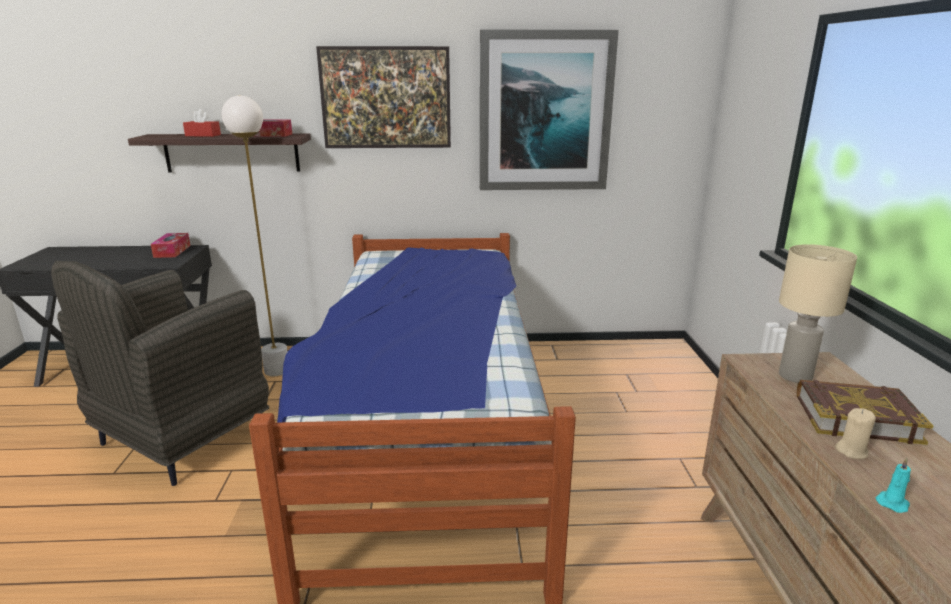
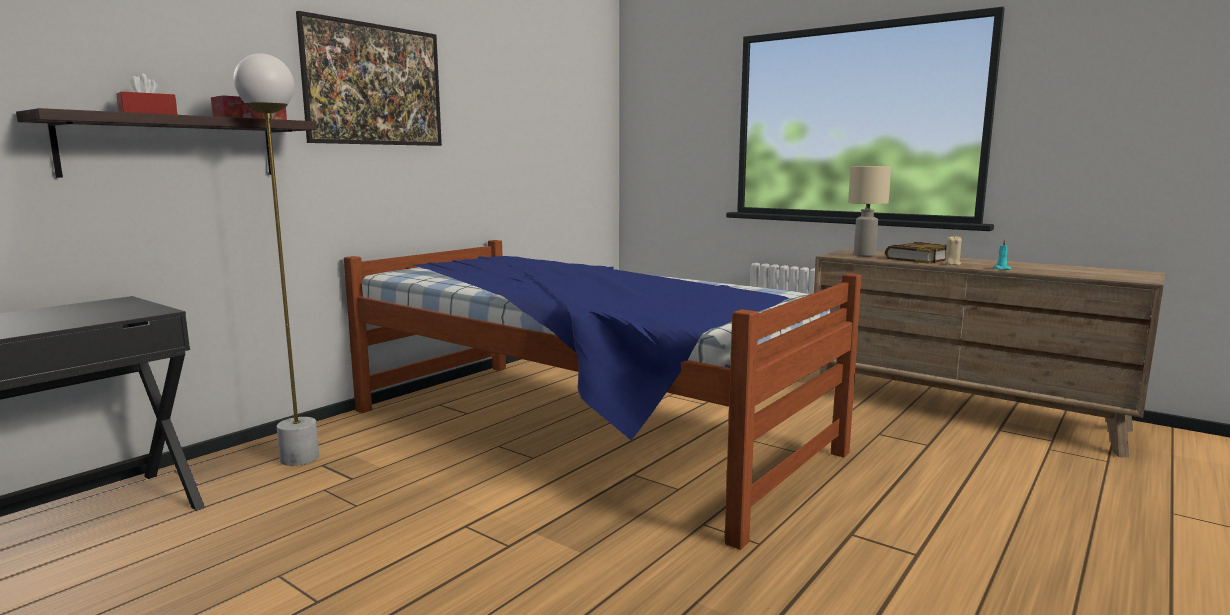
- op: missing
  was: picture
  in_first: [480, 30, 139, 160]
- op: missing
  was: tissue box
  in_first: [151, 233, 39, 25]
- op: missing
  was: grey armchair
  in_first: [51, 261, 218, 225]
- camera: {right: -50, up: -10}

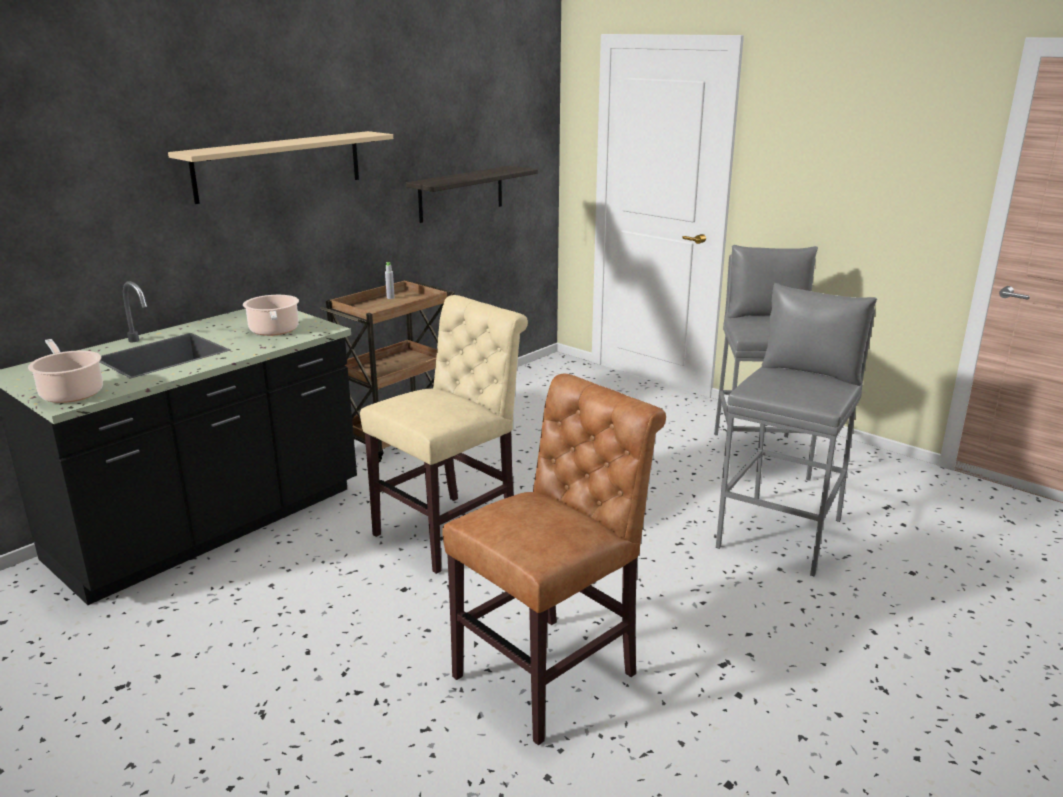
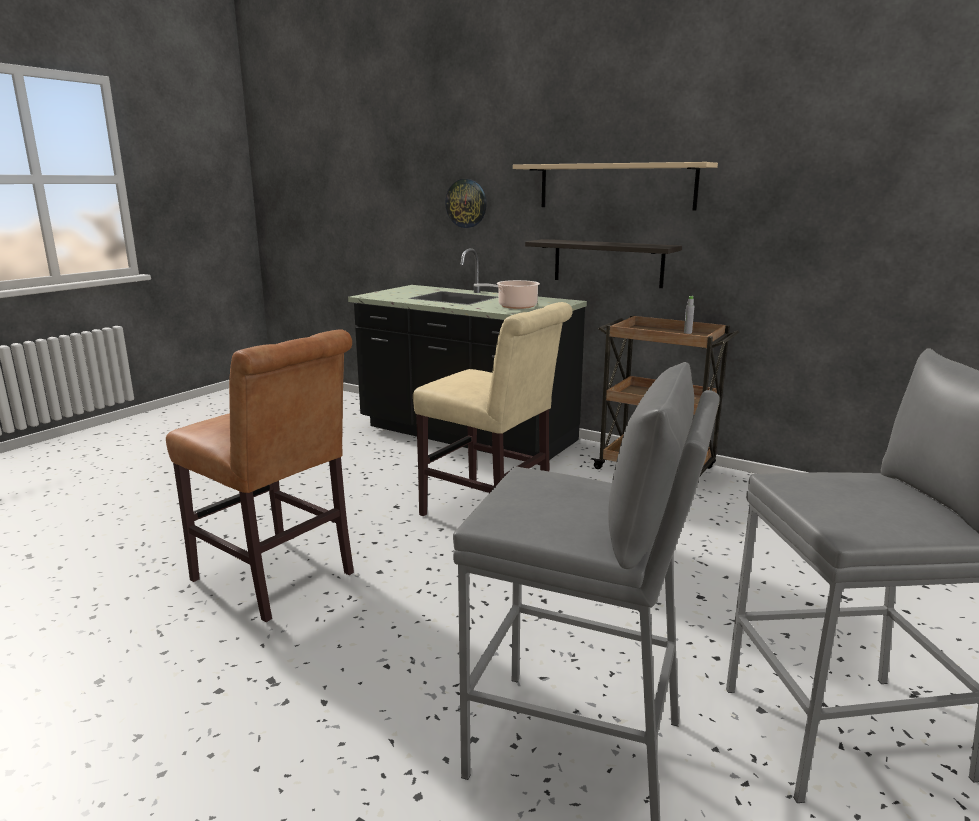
- op: relocated
  was: shelf
  in_first: [406, 166, 132, 57]
  in_second: [525, 239, 157, 49]
- op: missing
  was: cooking pot
  in_first: [28, 339, 75, 64]
- op: appeared
  now: wall clock
  in_second: [445, 179, 42, 49]
- camera: {right: 80, up: -5}

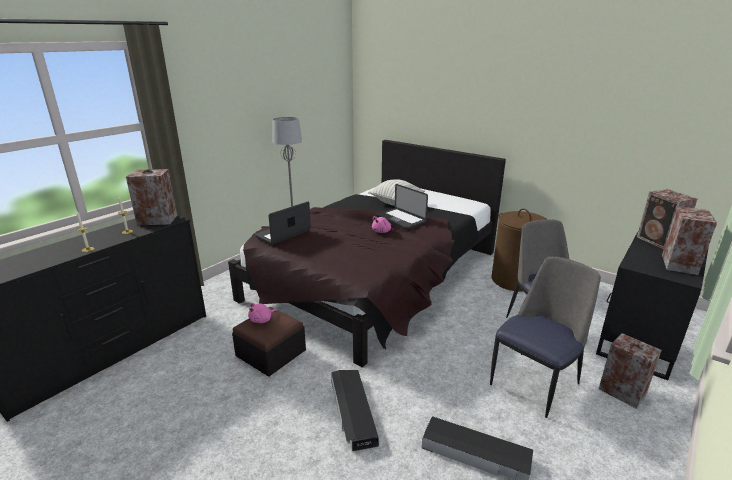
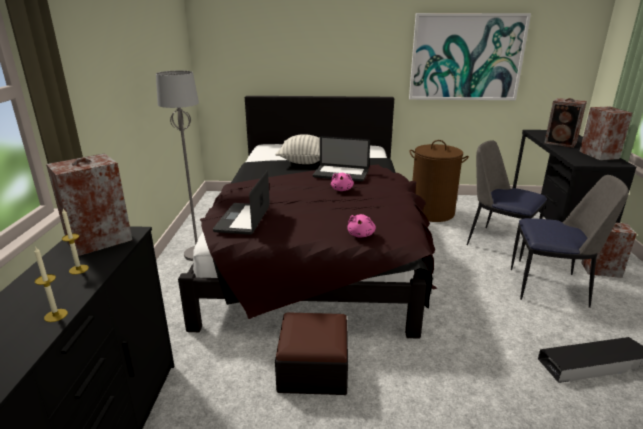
- op: spun
  was: chair
  in_first: [490, 256, 111, 162]
  in_second: [511, 175, 118, 133]
  clockwise: 90
- op: relocated
  was: pink plush toy
  in_first: [248, 303, 30, 20]
  in_second: [348, 214, 28, 23]
- op: missing
  was: black storage box
  in_first: [331, 370, 48, 81]
- op: appeared
  now: picture
  in_second: [409, 13, 122, 87]
- camera: {right: -35, up: 0}

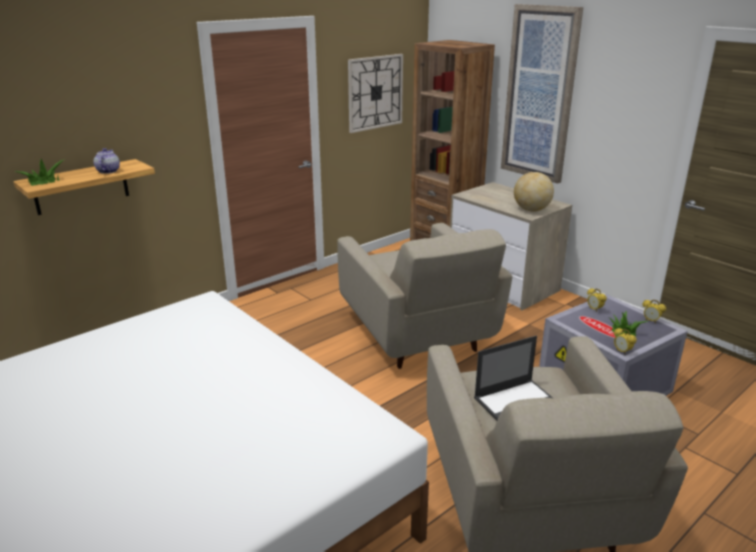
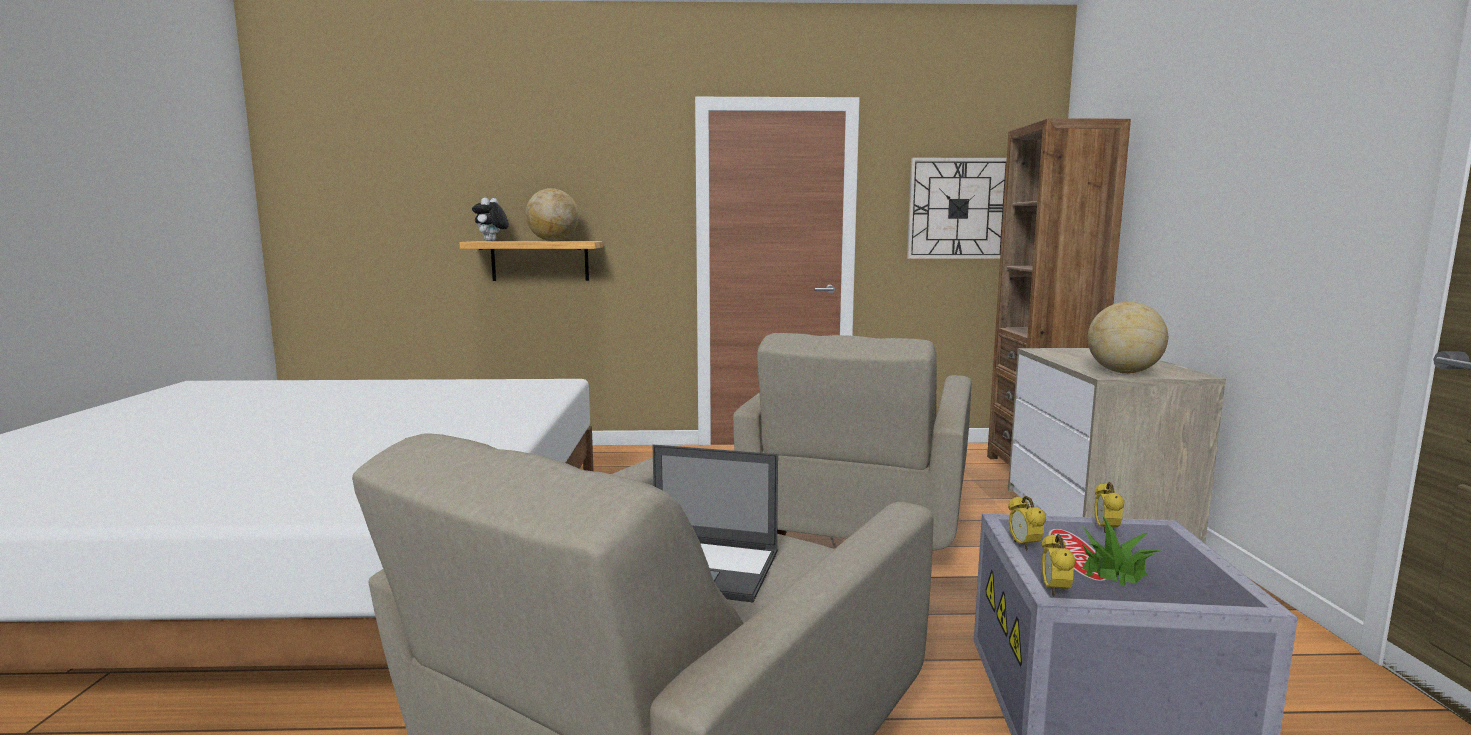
- op: missing
  was: picture
  in_first: [501, 4, 82, 180]
- op: exchanged
  was: teapot
  now: globe
  in_first: [94, 148, 26, 26]
  in_second: [525, 188, 54, 53]
- op: exchanged
  was: potted plant
  now: plush toy
  in_first: [15, 158, 50, 28]
  in_second: [472, 198, 37, 43]
- op: relocated
  was: alarm clock
  in_first: [642, 299, 24, 24]
  in_second: [1008, 496, 38, 54]
- camera: {right: 40, up: -15}

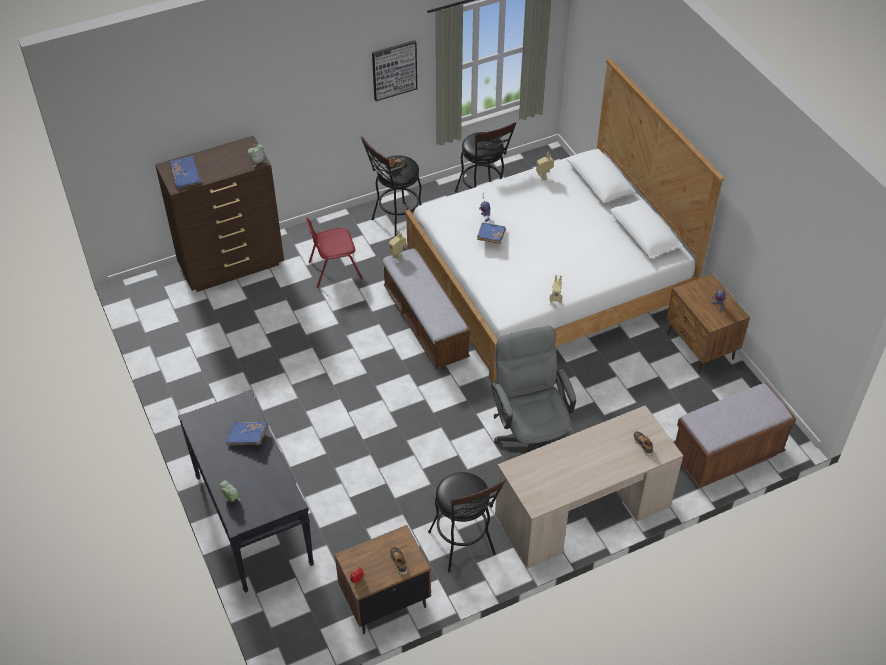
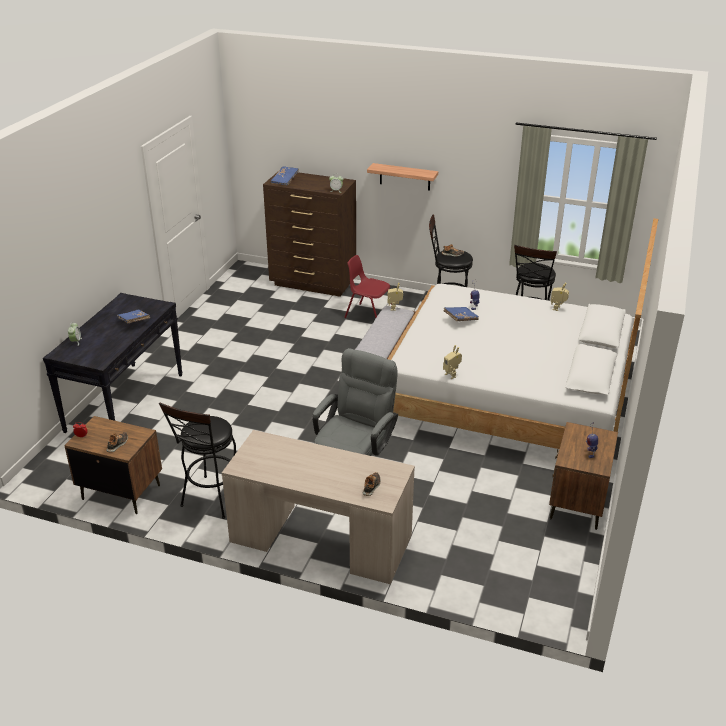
- op: missing
  was: picture
  in_first: [372, 40, 45, 61]
- op: missing
  was: brown bench
  in_first: [675, 383, 122, 105]
- op: appeared
  now: shelf
  in_second: [367, 163, 71, 28]
- camera: {right: 45, up: -15}

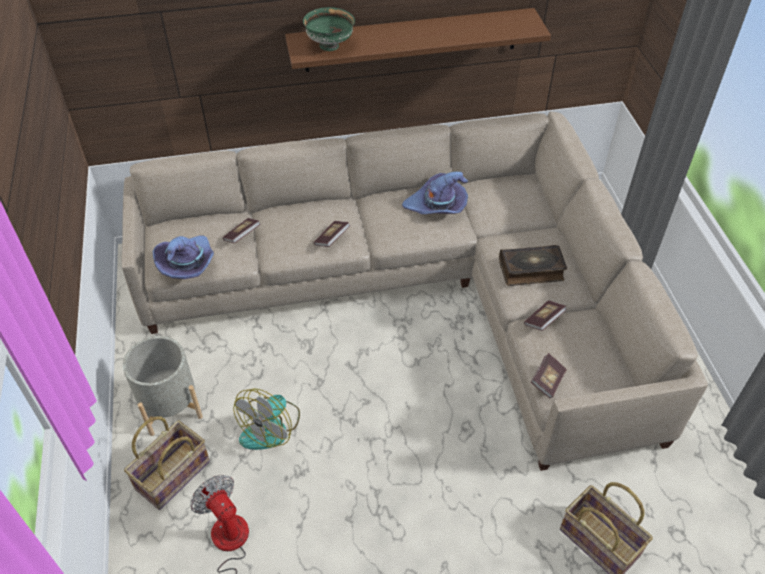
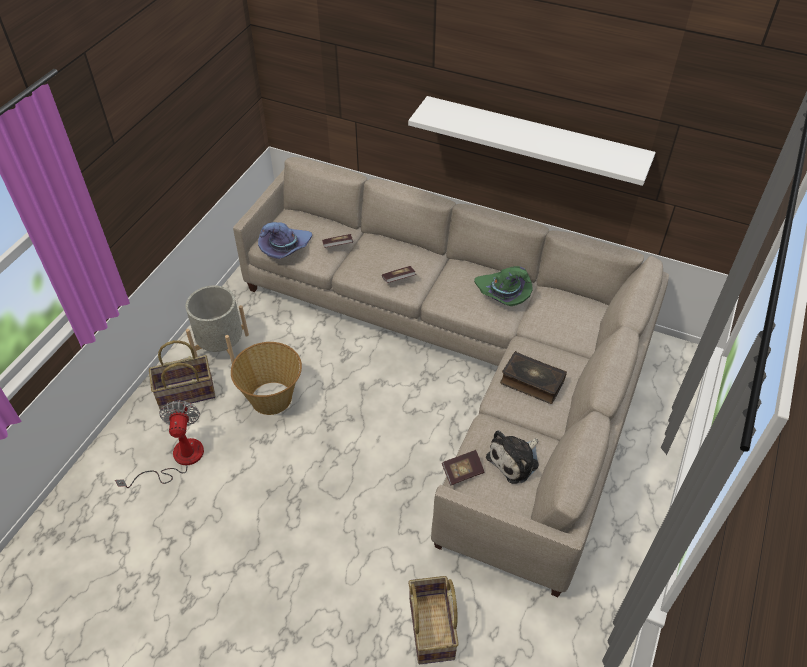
- op: missing
  was: green bowl
  in_first: [303, 7, 52, 44]
- op: colour
  was: brown shelf
  now: white shelf
  in_first: [285, 8, 266, 64]
  in_second: [408, 96, 248, 90]
- op: colour
  was: purple hat
  now: green hat
  in_first: [402, 172, 66, 42]
  in_second: [474, 266, 59, 40]
- op: missing
  was: book
  in_first: [524, 300, 43, 31]
- op: exchanged
  was: fan
  now: basket
  in_first: [234, 388, 66, 62]
  in_second: [231, 342, 71, 73]
- op: appeared
  now: plush toy
  in_second: [486, 430, 53, 54]
- camera: {right: 35, up: 0}

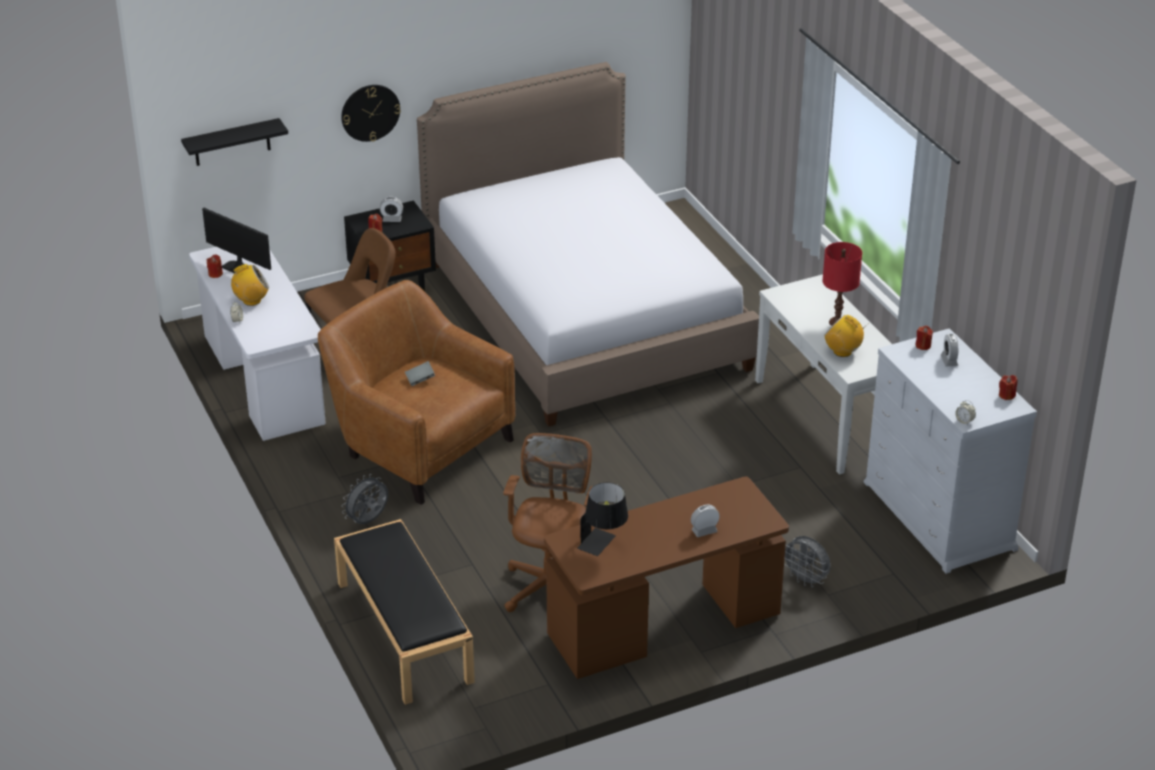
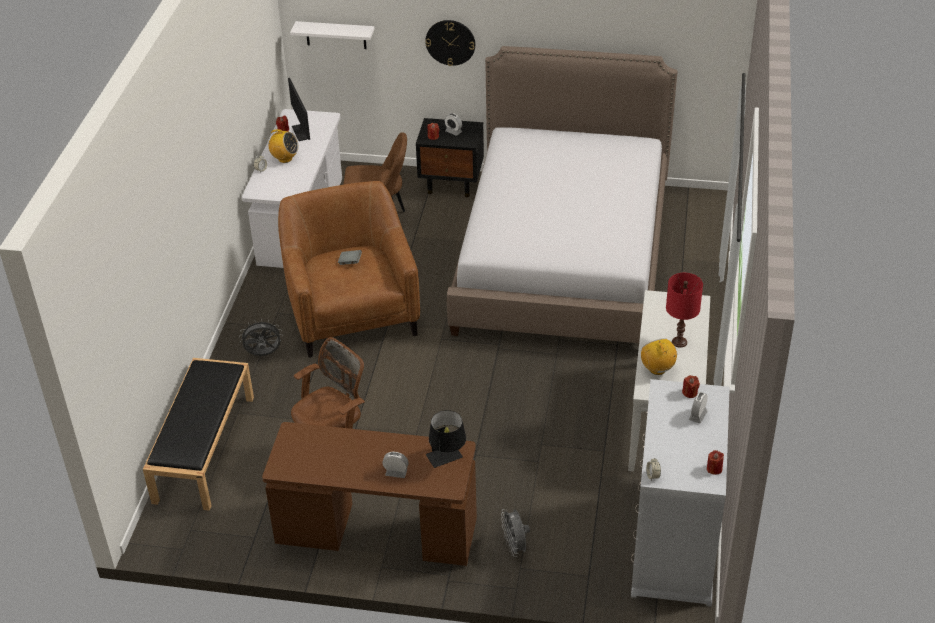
- op: colour
  was: black shelf
  now: white shelf
  in_first: [181, 118, 107, 48]
  in_second: [290, 21, 85, 28]
- op: relocated
  was: black table lamp
  in_first: [577, 482, 51, 74]
  in_second: [426, 410, 40, 58]
- camera: {right: 35, up: 5}

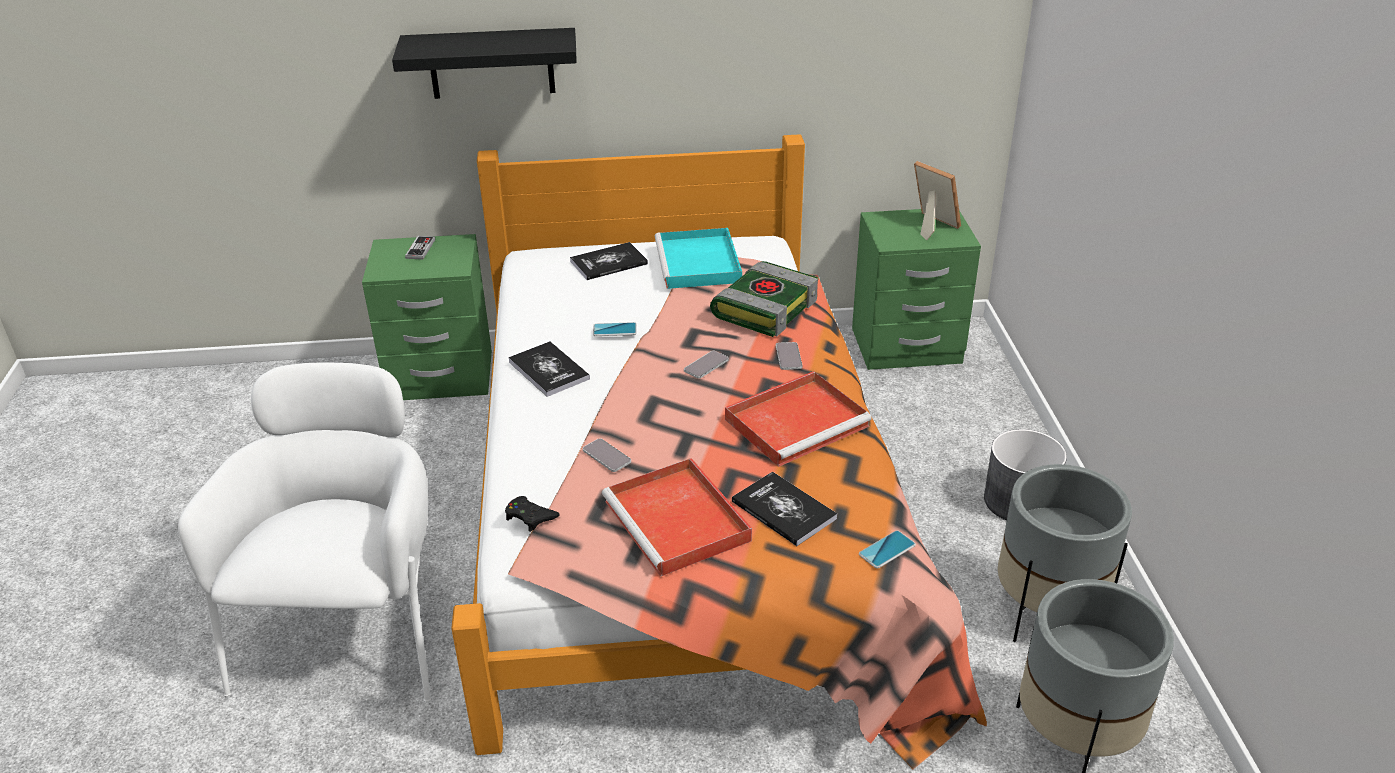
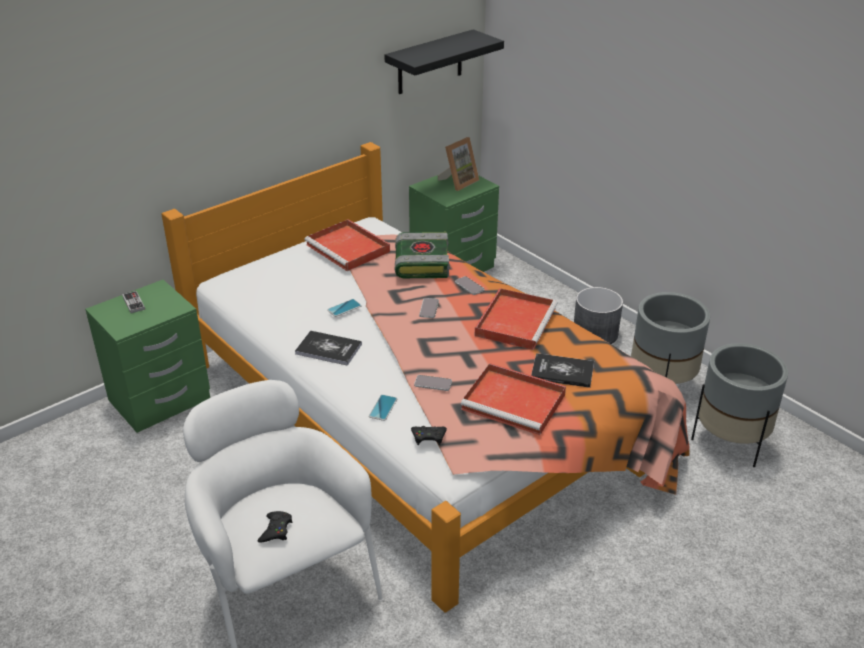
- op: relocated
  was: black shelf
  in_first: [392, 28, 185, 71]
  in_second: [384, 29, 120, 65]
- op: spun
  was: picture frame
  in_first: [914, 161, 47, 79]
  in_second: [438, 137, 41, 54]
  clockwise: 120
- op: colour
  was: turquoise tray
  now: red tray
  in_first: [655, 228, 87, 61]
  in_second: [305, 219, 85, 52]
- op: missing
  was: book
  in_first: [570, 242, 78, 38]
- op: relocated
  was: phone
  in_first: [859, 530, 57, 39]
  in_second: [369, 395, 28, 26]
- op: appeared
  now: black game controller
  in_second: [257, 511, 36, 31]
- camera: {right: -35, up: 0}

